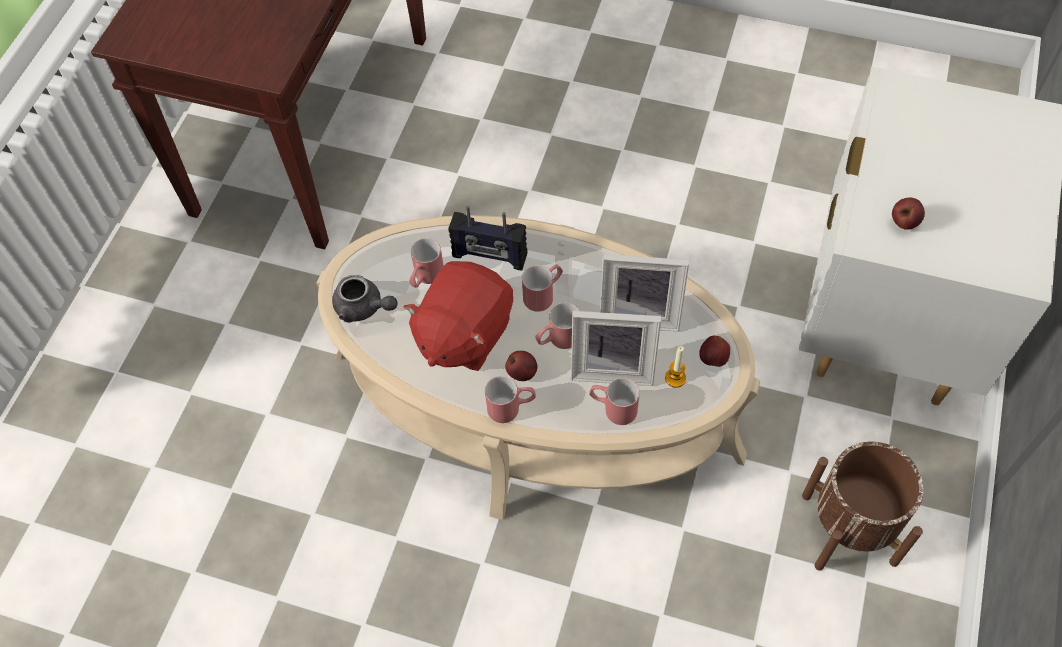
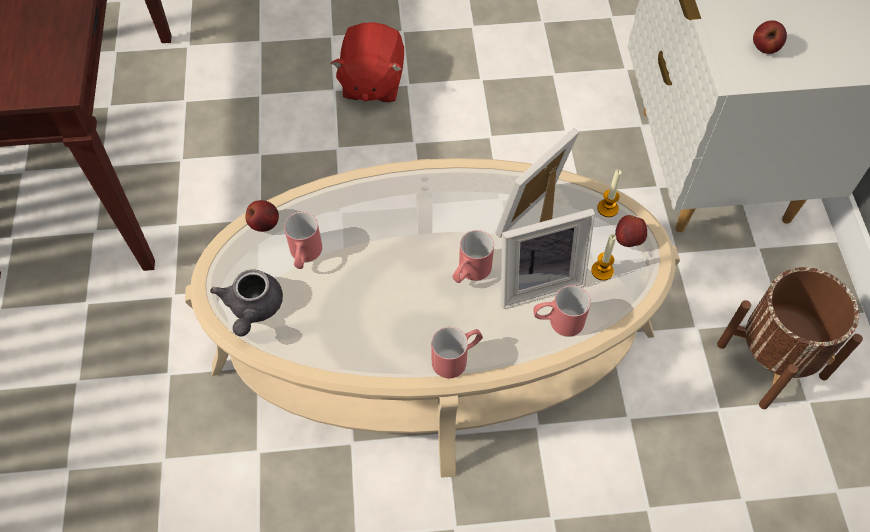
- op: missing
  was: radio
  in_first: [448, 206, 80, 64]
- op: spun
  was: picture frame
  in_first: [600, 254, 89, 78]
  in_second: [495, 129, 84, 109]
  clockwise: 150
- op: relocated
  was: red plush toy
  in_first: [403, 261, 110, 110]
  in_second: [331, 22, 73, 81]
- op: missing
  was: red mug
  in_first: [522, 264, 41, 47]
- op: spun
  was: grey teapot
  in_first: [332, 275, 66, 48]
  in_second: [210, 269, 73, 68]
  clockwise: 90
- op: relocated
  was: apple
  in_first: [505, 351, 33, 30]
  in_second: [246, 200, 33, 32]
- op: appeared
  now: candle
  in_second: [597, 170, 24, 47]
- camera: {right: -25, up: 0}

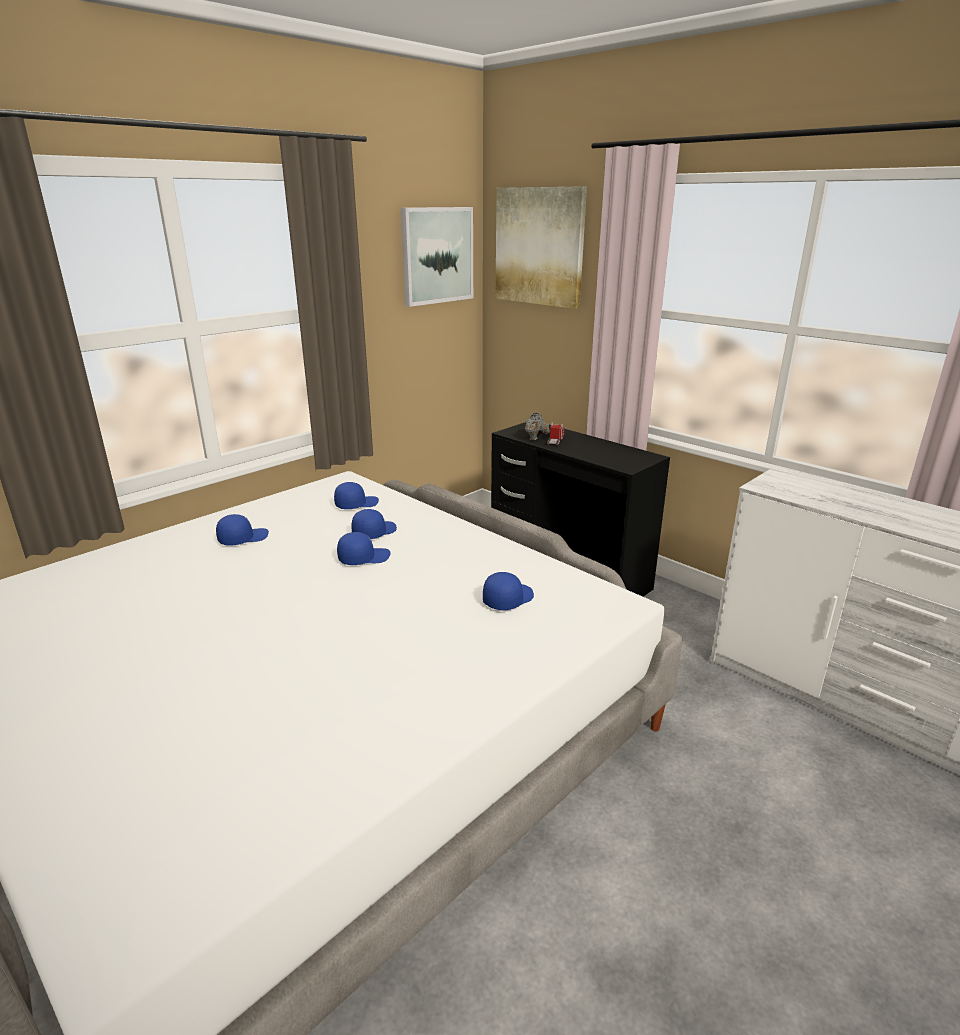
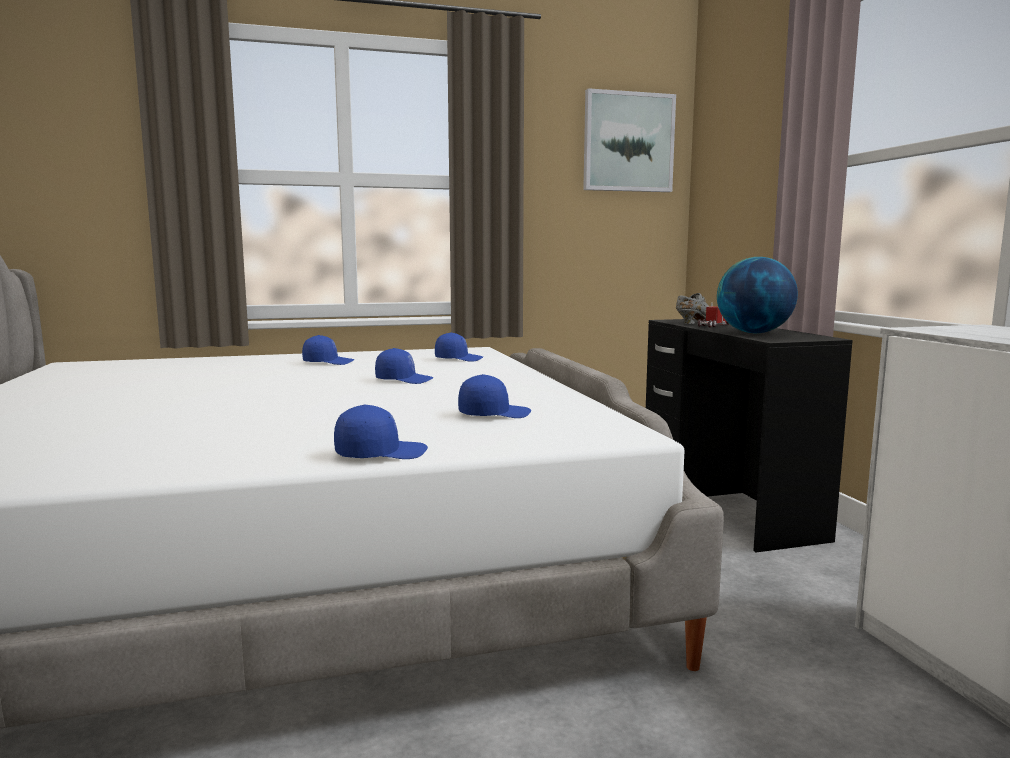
- op: missing
  was: picture
  in_first: [495, 186, 92, 123]
- op: relocated
  was: blue cap
  in_first: [351, 509, 46, 30]
  in_second: [334, 405, 94, 54]
- op: appeared
  now: globe
  in_second: [717, 257, 81, 76]
- camera: {right: 30, up: -15}

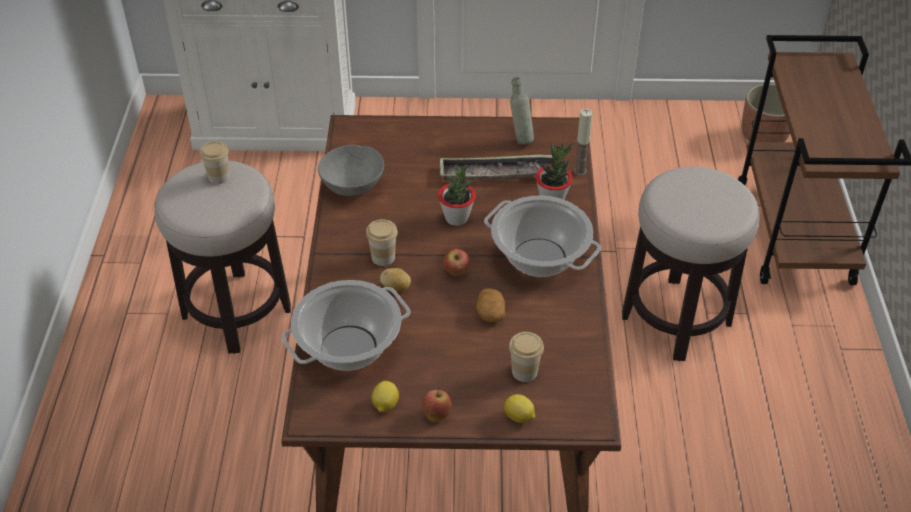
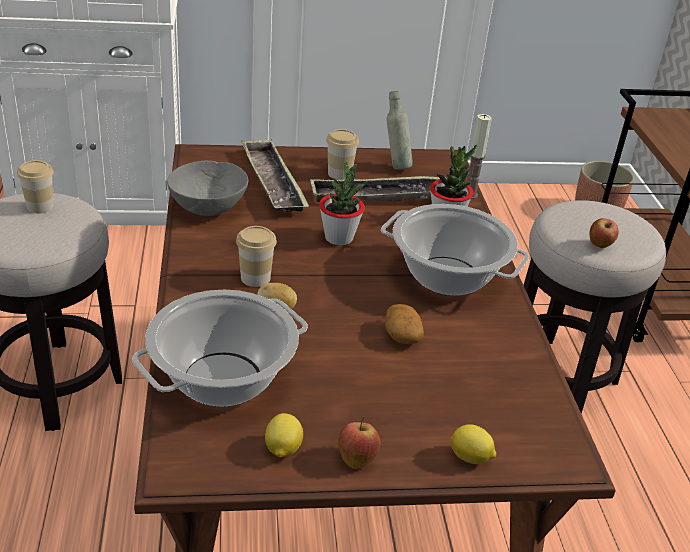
- op: relocated
  was: apple
  in_first: [443, 249, 27, 27]
  in_second: [589, 218, 30, 30]
- op: relocated
  was: cup
  in_first: [509, 332, 35, 50]
  in_second: [326, 129, 33, 51]
- op: appeared
  now: tray
  in_second: [241, 139, 68, 73]
- camera: {right: -10, up: -10}

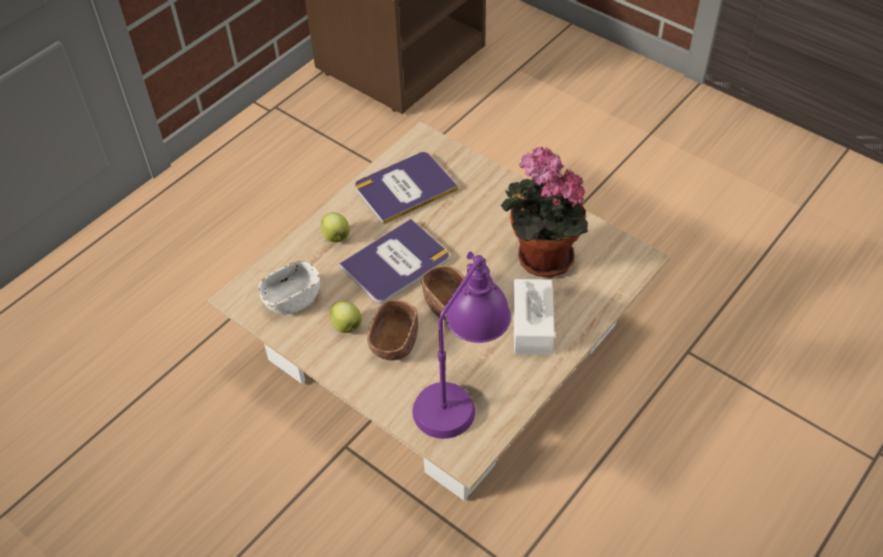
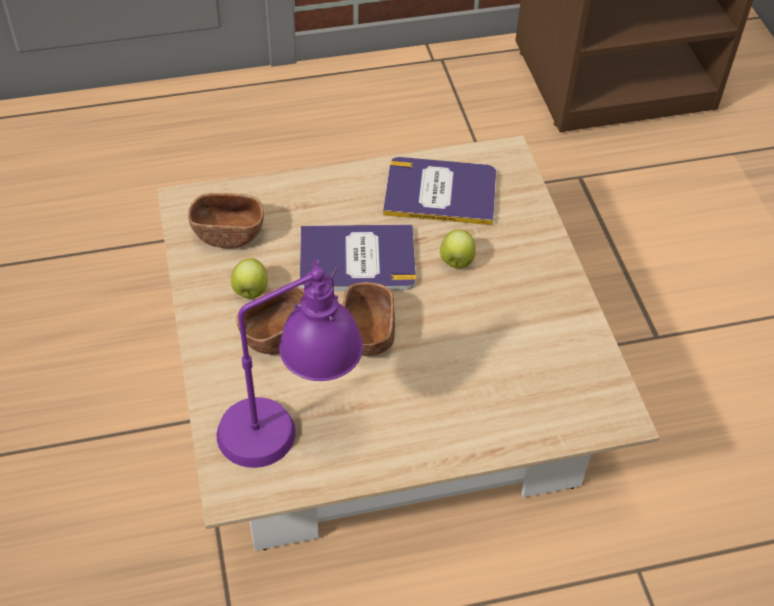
- op: missing
  was: potted plant
  in_first: [501, 147, 87, 130]
- op: relocated
  was: apple
  in_first: [321, 212, 29, 31]
  in_second: [440, 229, 36, 39]
- op: colour
  was: white bowl
  now: brown bowl
  in_first: [258, 261, 62, 53]
  in_second: [188, 193, 76, 56]
- op: missing
  was: white tissue box
  in_first: [513, 279, 42, 75]
- camera: {right: 35, up: 0}

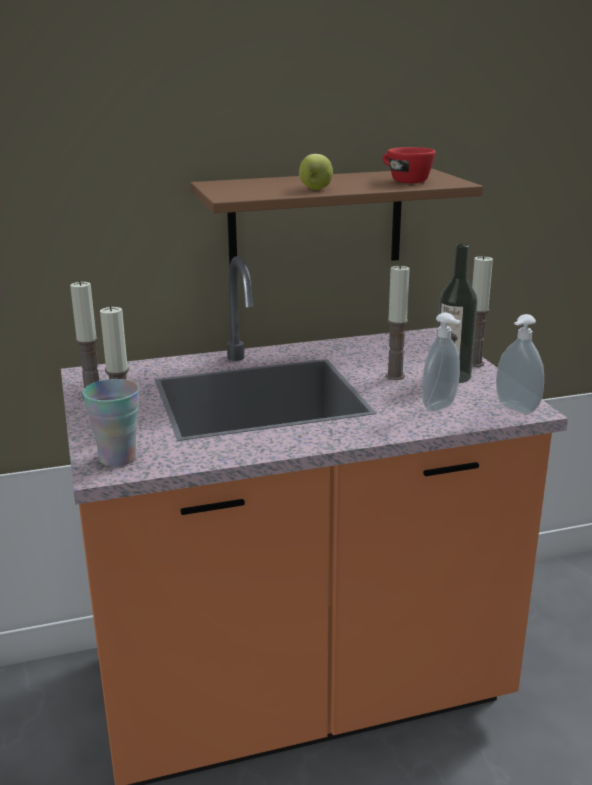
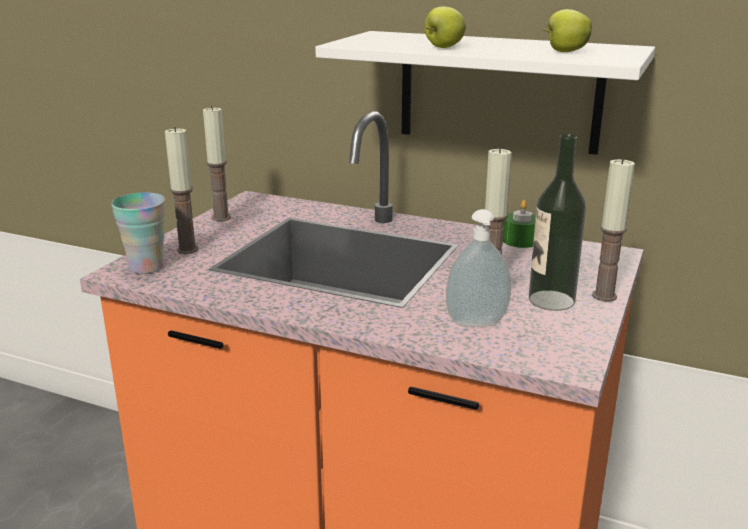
- op: exchanged
  was: red cup
  now: apple
  in_first: [383, 147, 53, 36]
  in_second: [543, 9, 49, 43]
- op: colour
  was: brown shelf
  now: white shelf
  in_first: [190, 169, 293, 100]
  in_second: [315, 31, 340, 124]
- op: missing
  was: soap dispenser
  in_first: [496, 314, 48, 100]
- op: appeared
  now: green candle
  in_second: [503, 200, 33, 48]
- camera: {right: 40, up: 0}

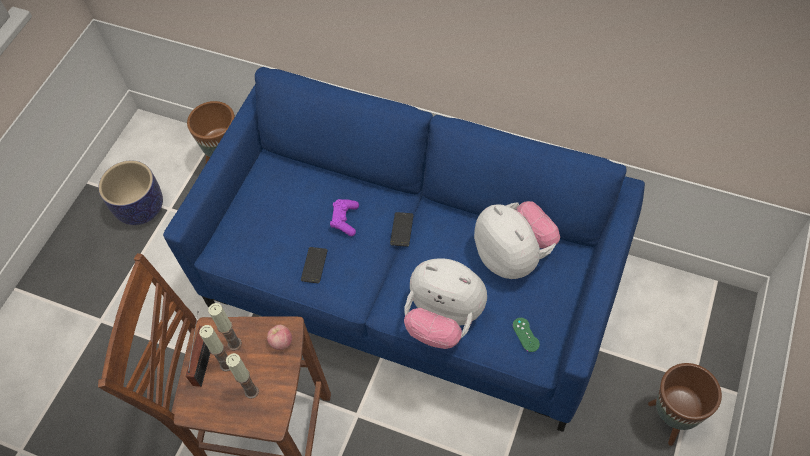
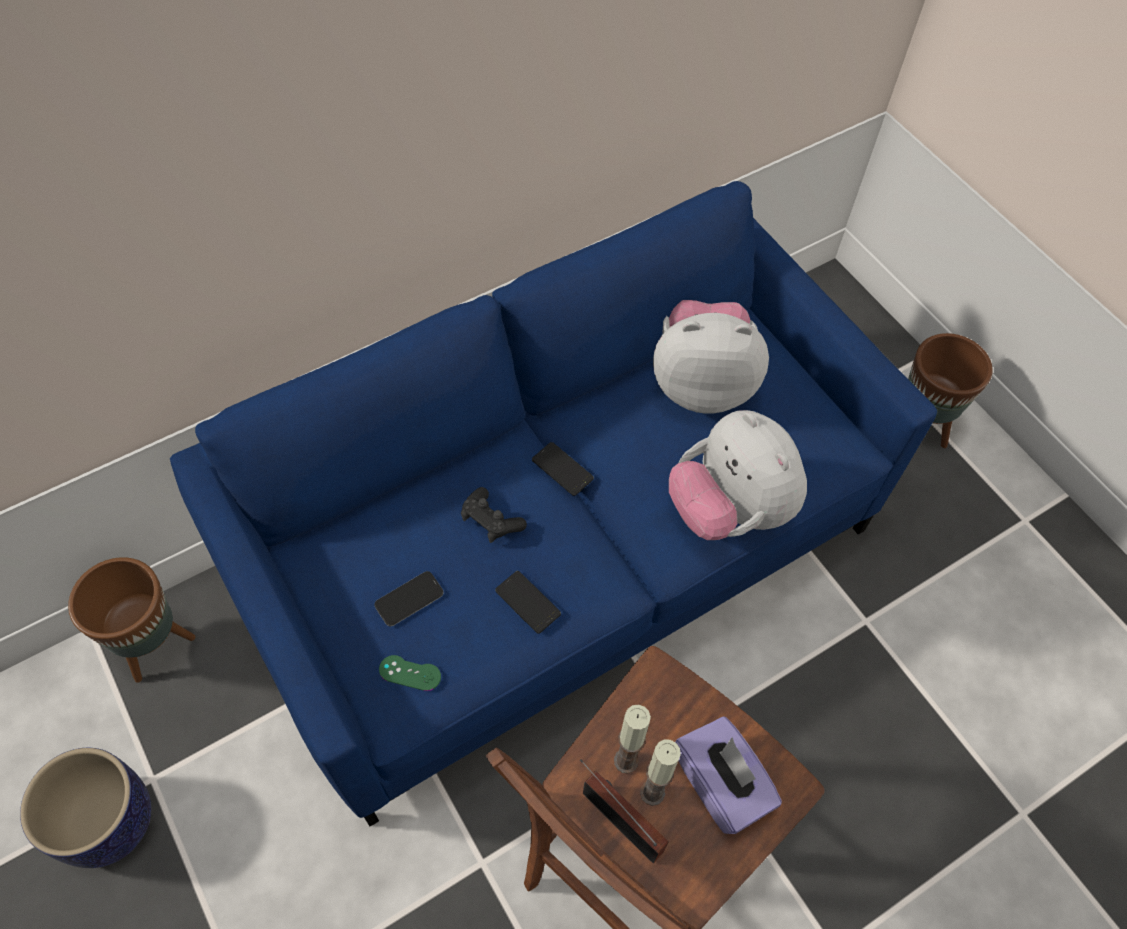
- op: colour
  was: purple game controller
  now: black game controller
  in_first: [330, 199, 29, 37]
  in_second: [461, 487, 66, 56]
- op: spun
  was: plush toy
  in_first: [404, 258, 83, 91]
  in_second: [669, 410, 138, 130]
  clockwise: 90
- op: relocated
  was: green game controller
  in_first: [513, 318, 27, 34]
  in_second: [379, 655, 62, 36]
- op: missing
  was: apple
  in_first: [267, 325, 25, 25]
- op: exchanged
  was: candle
  now: purple tissue box
  in_first: [226, 353, 33, 46]
  in_second: [676, 716, 106, 118]
- op: appeared
  now: phone
  in_second: [374, 571, 70, 55]
- camera: {right: -60, up: 0}

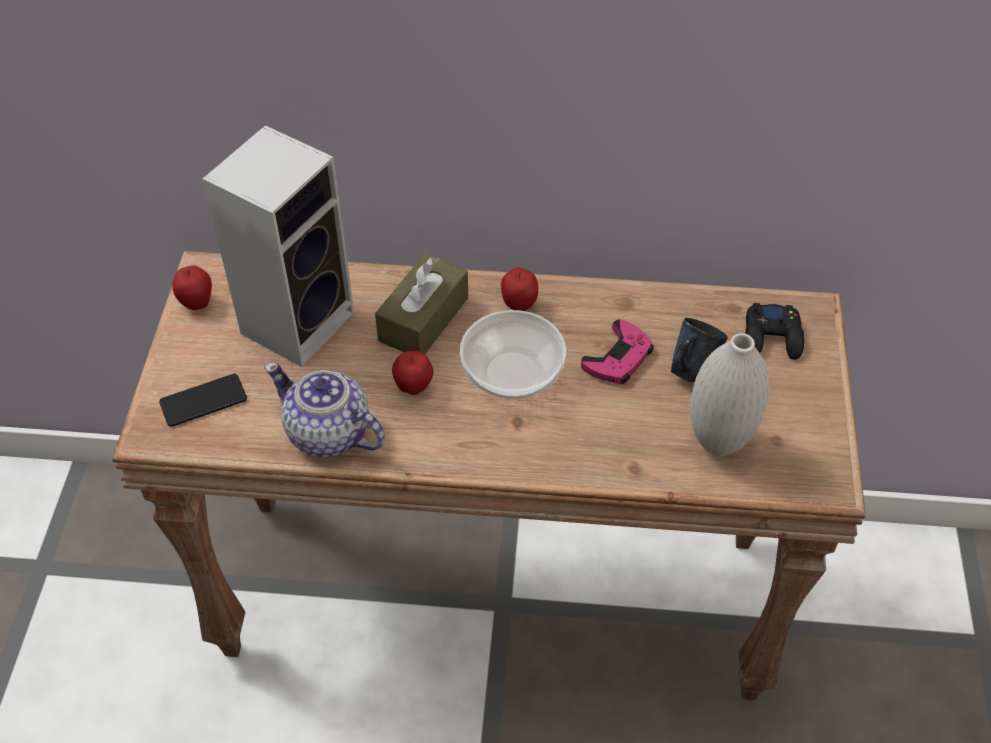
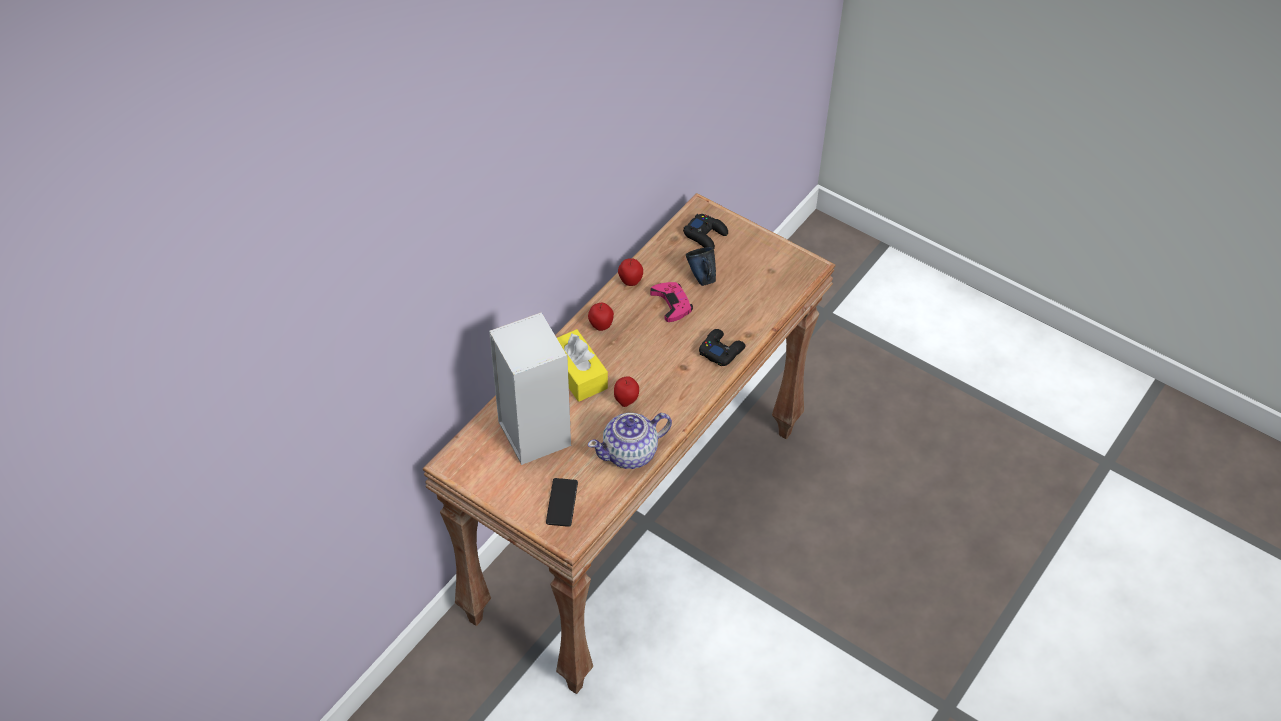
- op: colour
  was: brown tissue box
  now: yellow tissue box
  in_first: [375, 253, 93, 101]
  in_second: [557, 329, 51, 73]
- op: relocated
  was: apple
  in_first: [172, 265, 40, 45]
  in_second: [618, 258, 25, 28]
- op: missing
  was: bowl
  in_first: [460, 310, 106, 89]
- op: missing
  was: white vase
  in_first: [690, 333, 79, 123]
- op: appeared
  now: black game controller
  in_second: [699, 329, 46, 37]
- camera: {right: -60, up: 0}

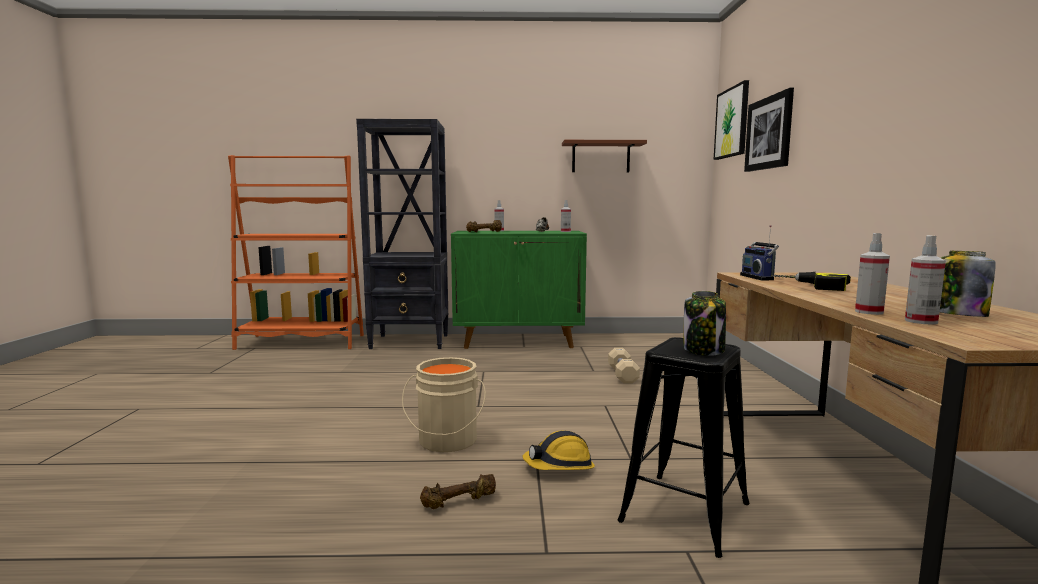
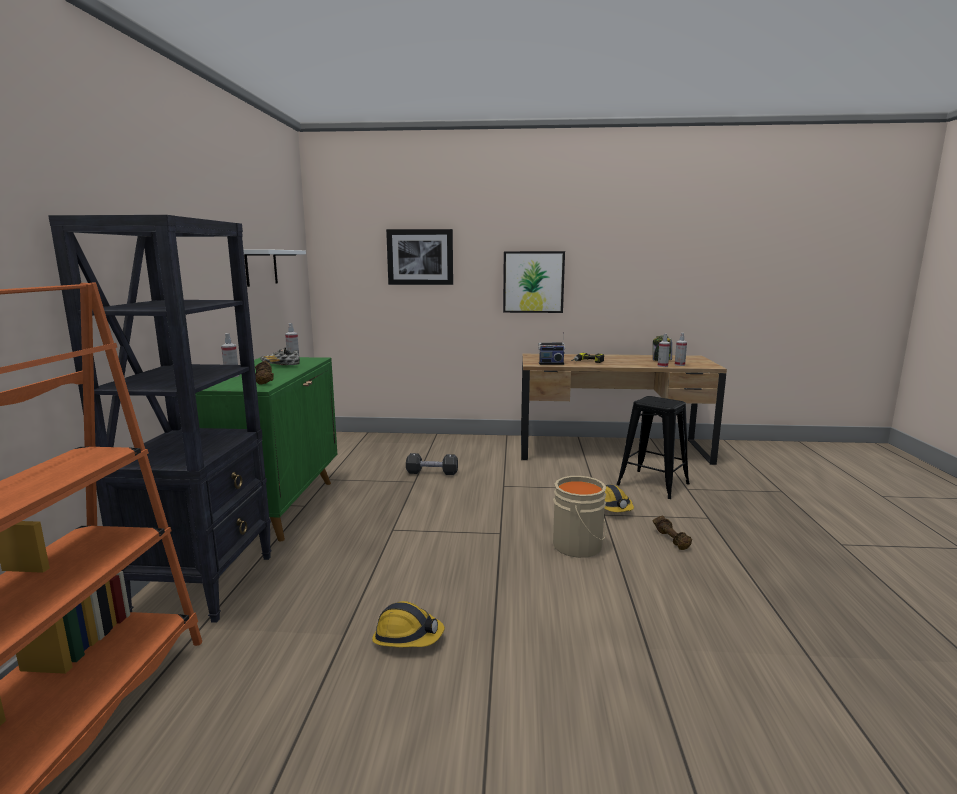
- op: relocated
  was: picture
  in_first: [714, 80, 35, 80]
  in_second: [503, 251, 62, 62]
- op: colour
  was: brown shelf
  now: white shelf
  in_first: [562, 140, 85, 32]
  in_second: [243, 249, 63, 38]
- op: missing
  was: jar
  in_first: [684, 291, 42, 65]
- op: colour
  was: beige dumbbell
  now: black dumbbell
  in_first: [608, 348, 32, 36]
  in_second: [406, 453, 52, 22]
- op: appeared
  now: hard hat
  in_second: [372, 601, 73, 46]
- camera: {right: -85, up: 5}

